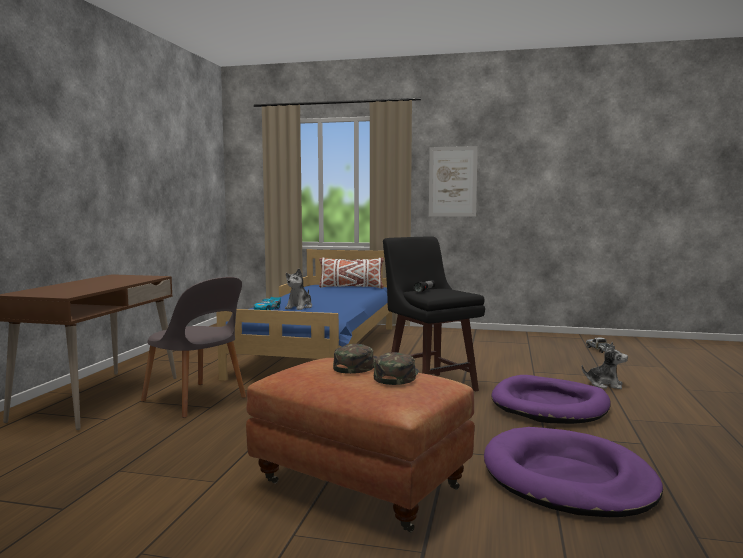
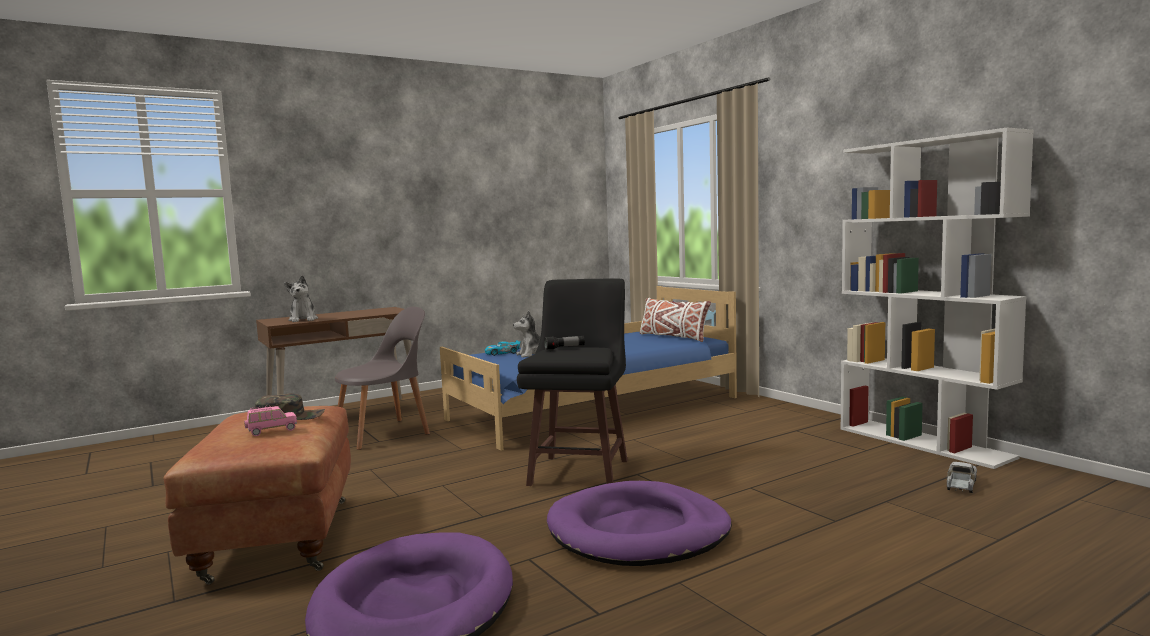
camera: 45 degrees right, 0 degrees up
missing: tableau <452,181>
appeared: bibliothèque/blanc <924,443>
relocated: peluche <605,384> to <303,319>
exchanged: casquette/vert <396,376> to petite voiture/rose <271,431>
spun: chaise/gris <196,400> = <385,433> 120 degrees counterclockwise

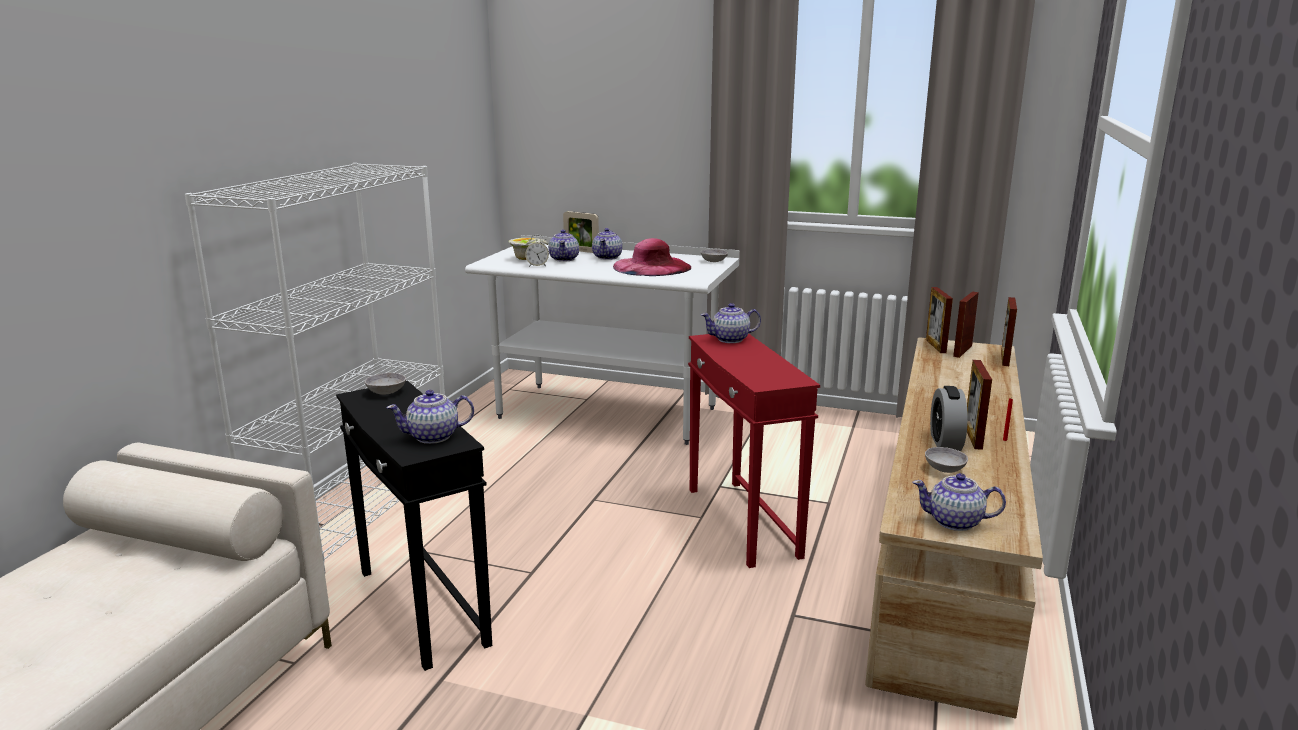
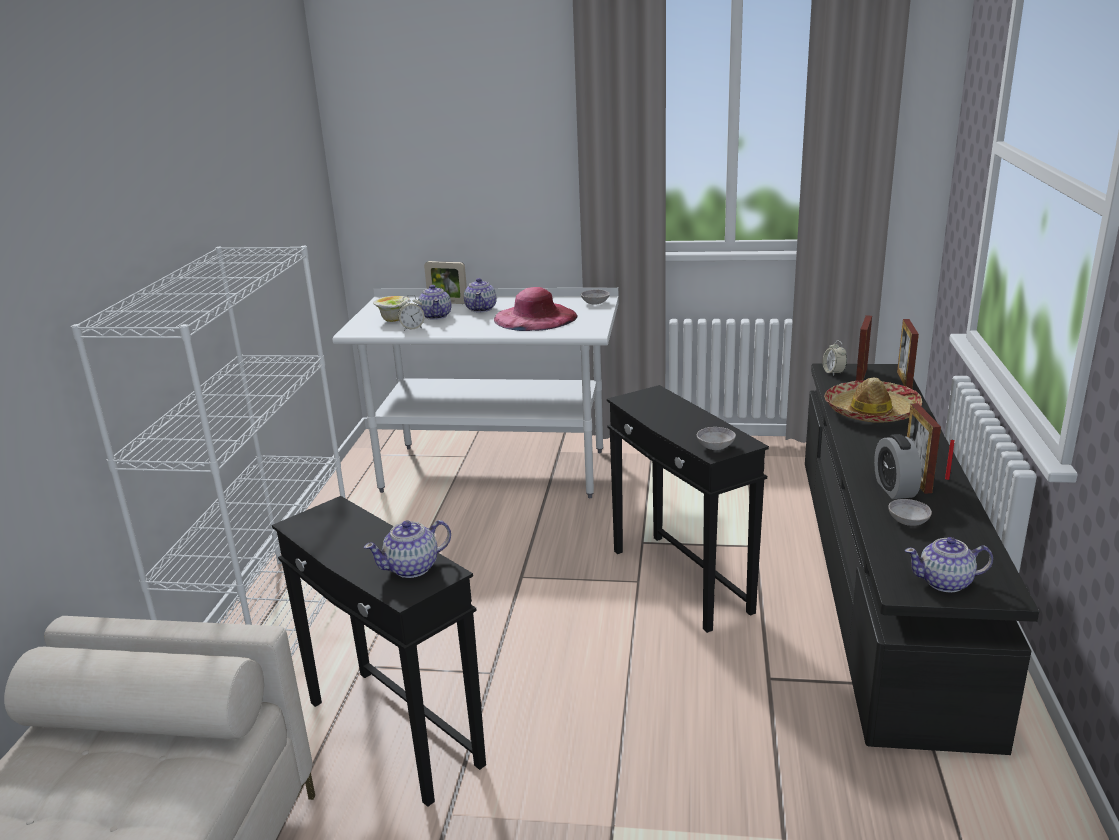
camera: 10 degrees left, 5 degrees up
missing: théière <731,339>
appeared: chapeau <871,412>
relocated: bol/gris <386,392> to <715,447>
exchanged: cadre photo <935,346> to réveil <833,372>
colour: table d'appoint/rouge <742,522> to table d'appoint/noir <680,581>; meuble télé/beige <947,546> to meuble télé/noir <882,578>

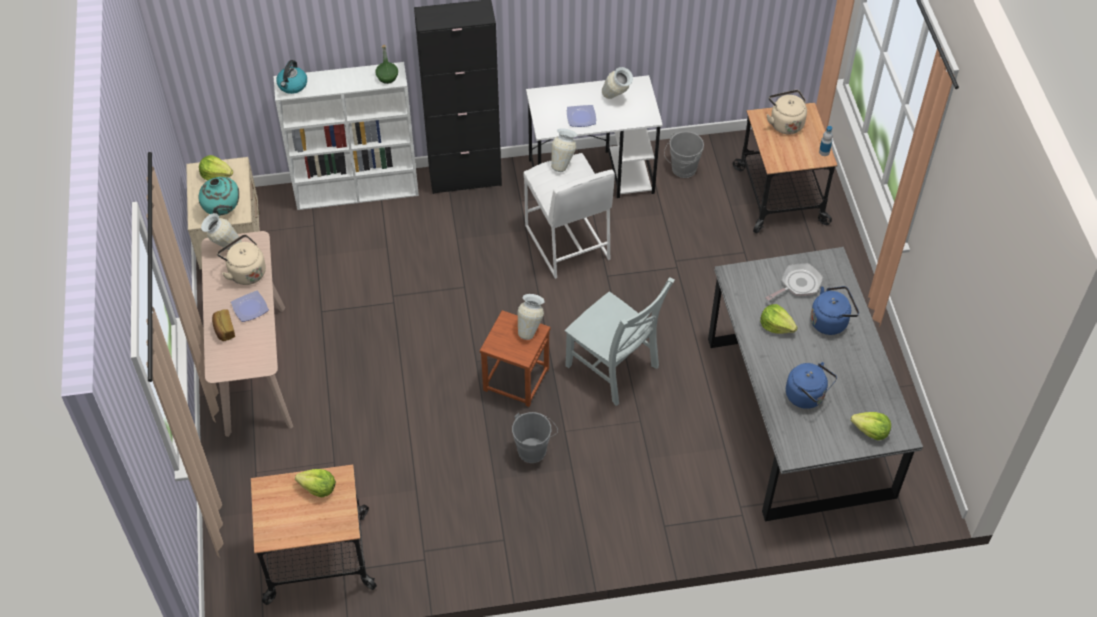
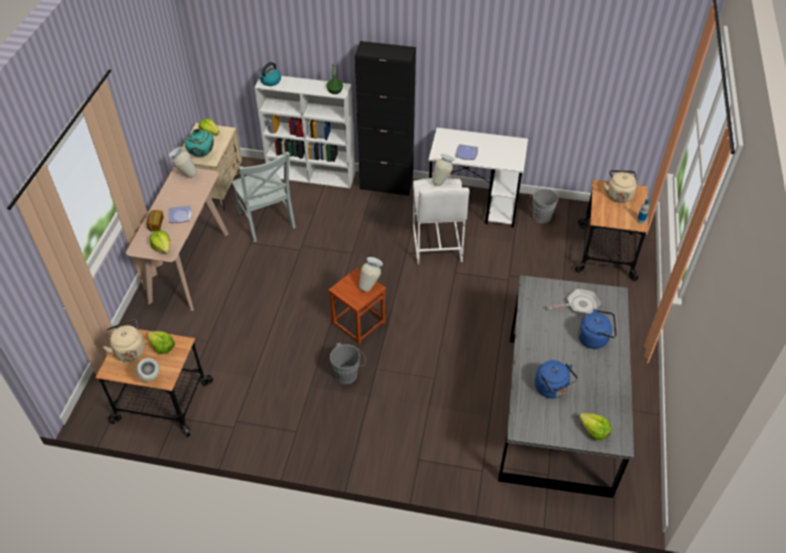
camera: 20 degrees right, 5 degrees down
relocated: bouilloire/beige <245,272> to <129,350>; chaise/gris <614,369> to <267,222>; vase <616,100> to <152,383>; laitue <776,326> to <162,247>

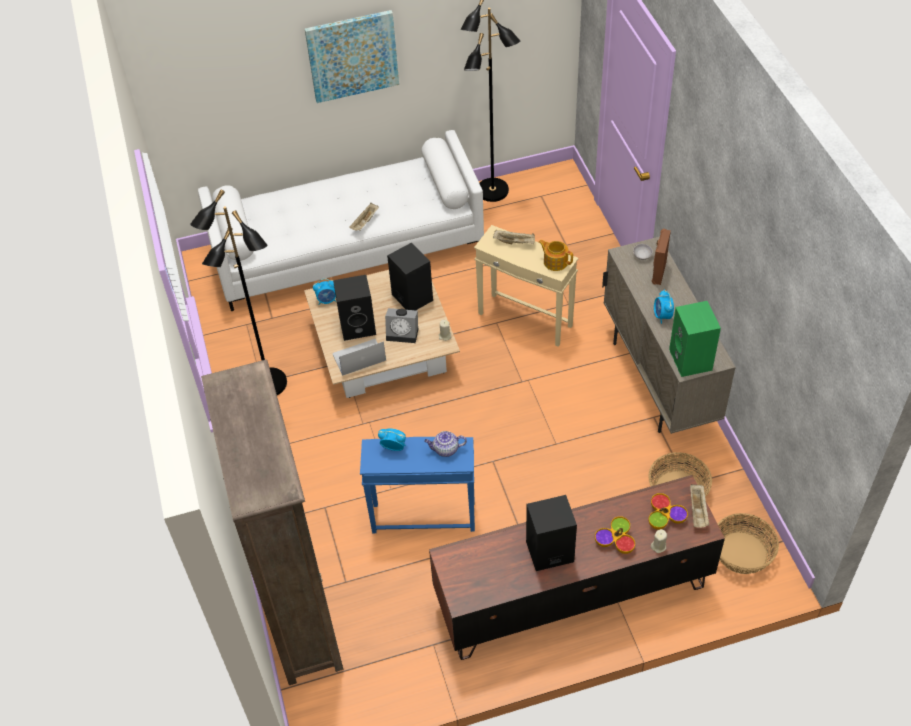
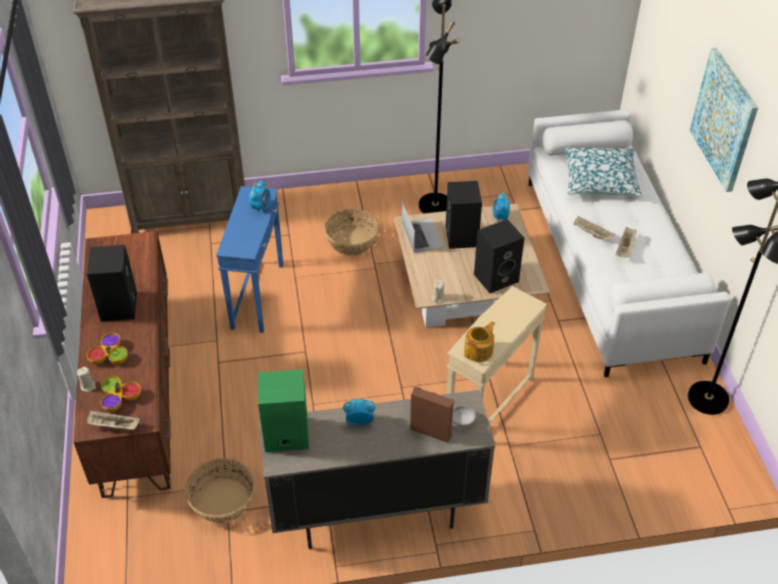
camera: 95 degrees right, 5 degrees down
missing: réveil <403,333>; théière <445,450>
appeared: coussin <599,179>
relocated: plateau/beige <515,242> to <625,249>; panier <741,553> to <351,241>

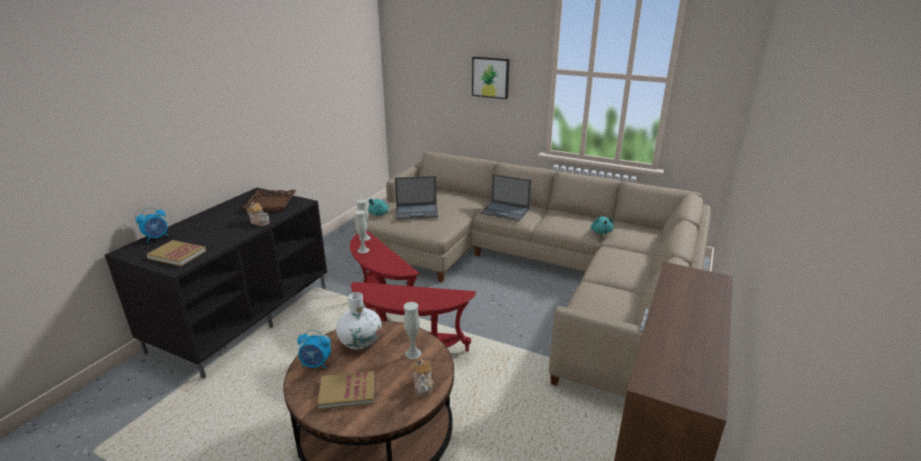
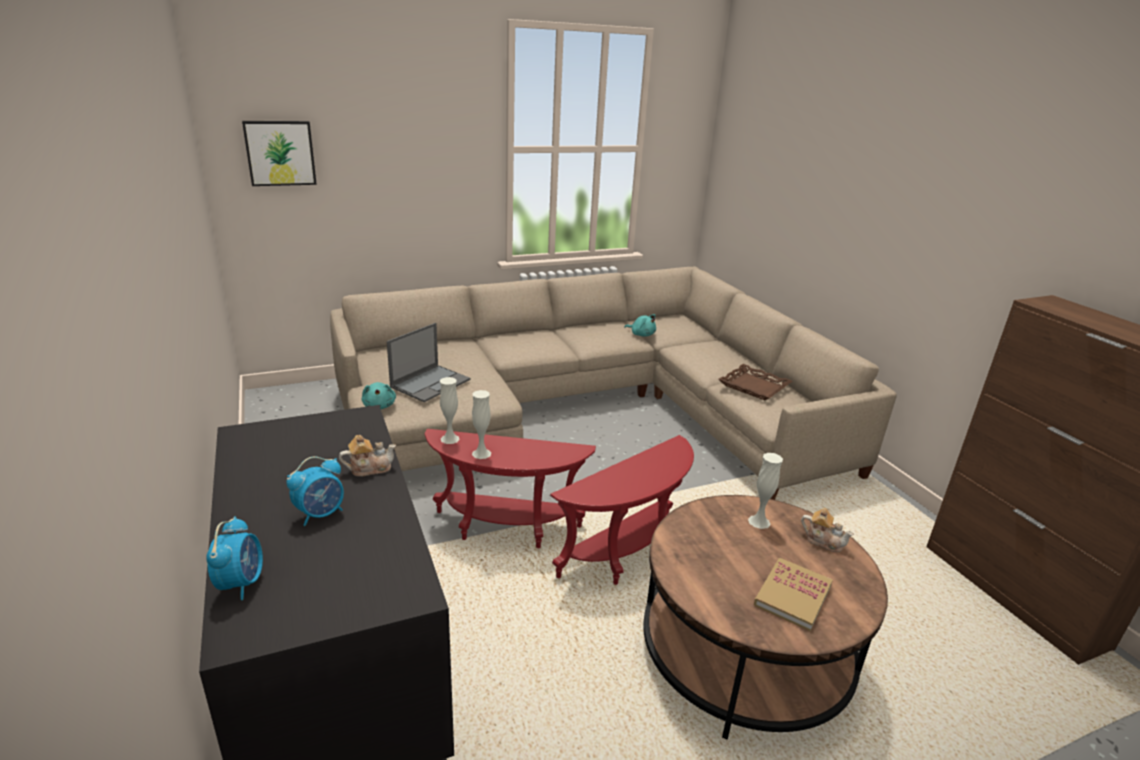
camera: 50 degrees left, 0 degrees up
missing: livre <177,255>; vase/blanc <360,342>; ordinateur portable <505,211>
relocated: plateau/marron <271,204> to <754,386>; réveil <316,364> to <321,514>; tableau <491,77> to <280,153>

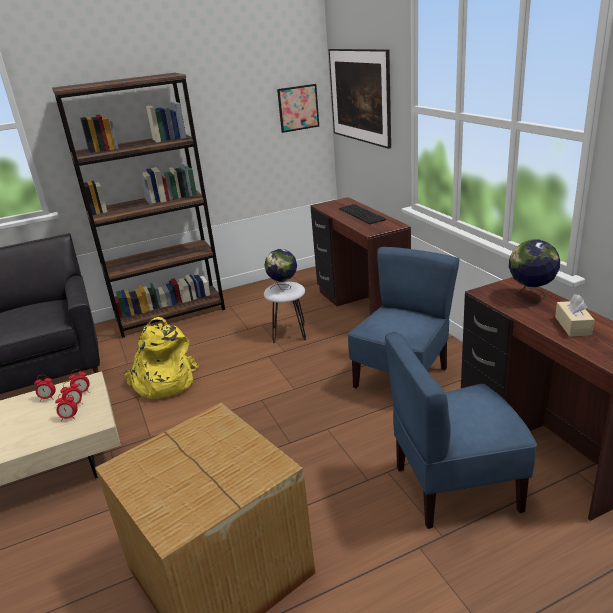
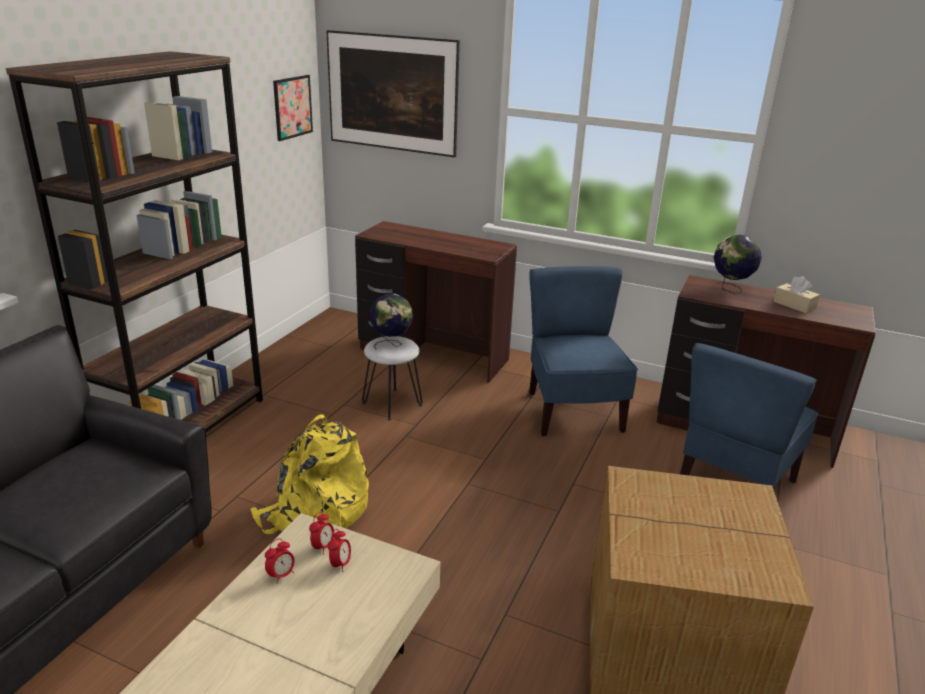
camera: 45 degrees left, 0 degrees up
missing: réveil <69,418>; clavier <362,214>

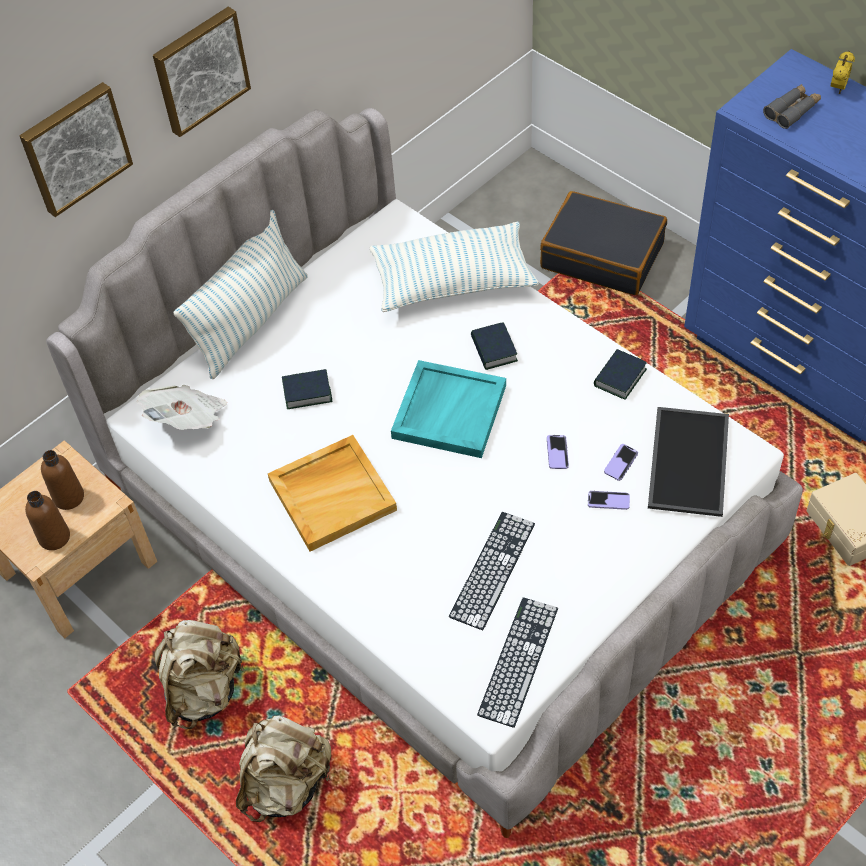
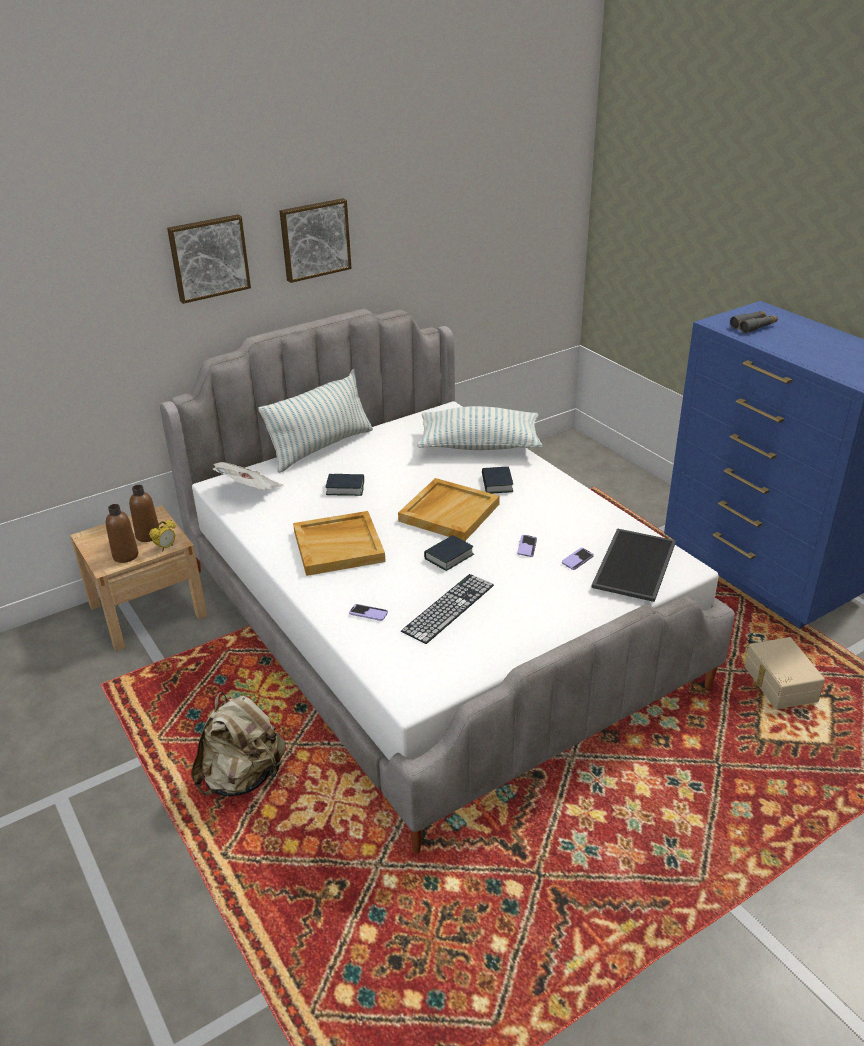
camera: 10 degrees right, 20 degrees down
missing: sac à dos/beige <204,690>; clavier <518,661>; valise/noir <602,255>
relocated: téléphone <608,501> to <368,613>; livre <619,377> to <449,557>; réveil <838,88> to <166,547>
colour: plateau/turquoise <448,411> to plateau/beige <449,512>

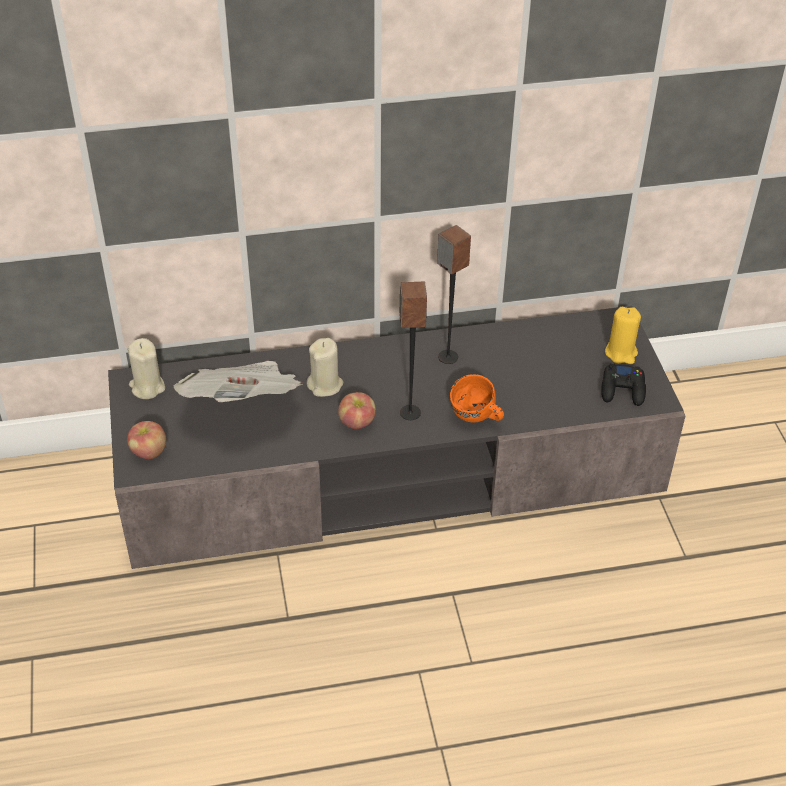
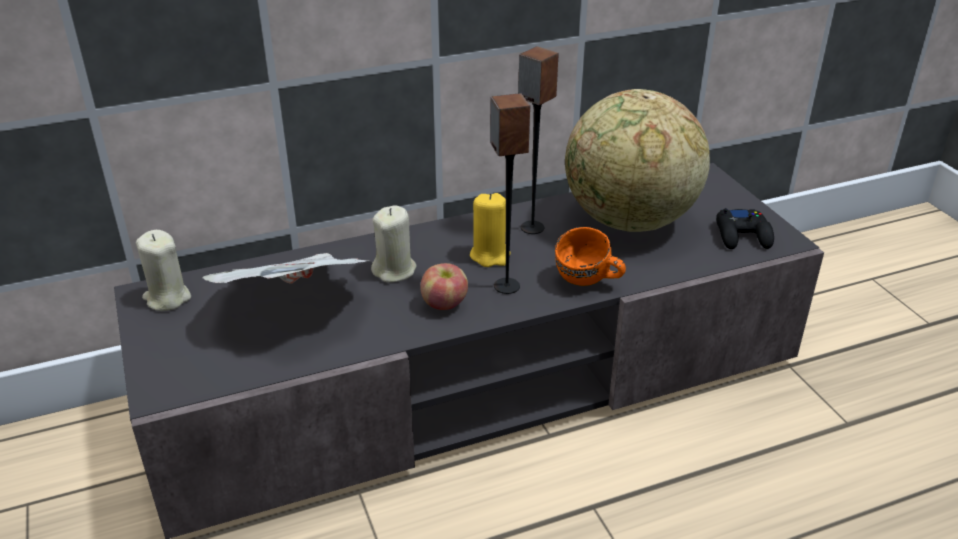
camera: 10 degrees left, 10 degrees down
missing: pomme <149,452>
appeared: globe <629,221>
relocated: bougie/jaune <621,353> to <490,255>

